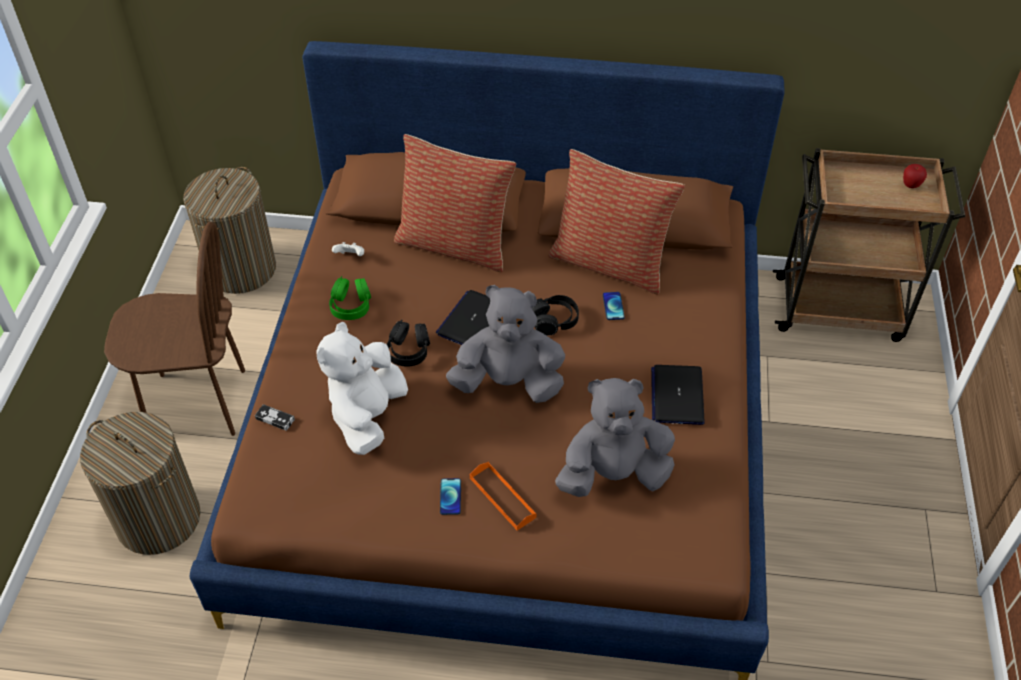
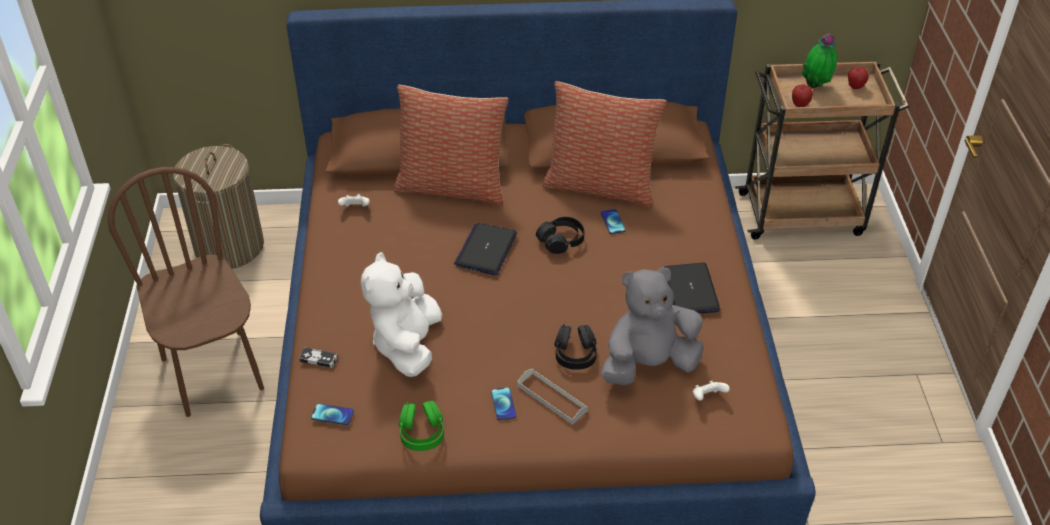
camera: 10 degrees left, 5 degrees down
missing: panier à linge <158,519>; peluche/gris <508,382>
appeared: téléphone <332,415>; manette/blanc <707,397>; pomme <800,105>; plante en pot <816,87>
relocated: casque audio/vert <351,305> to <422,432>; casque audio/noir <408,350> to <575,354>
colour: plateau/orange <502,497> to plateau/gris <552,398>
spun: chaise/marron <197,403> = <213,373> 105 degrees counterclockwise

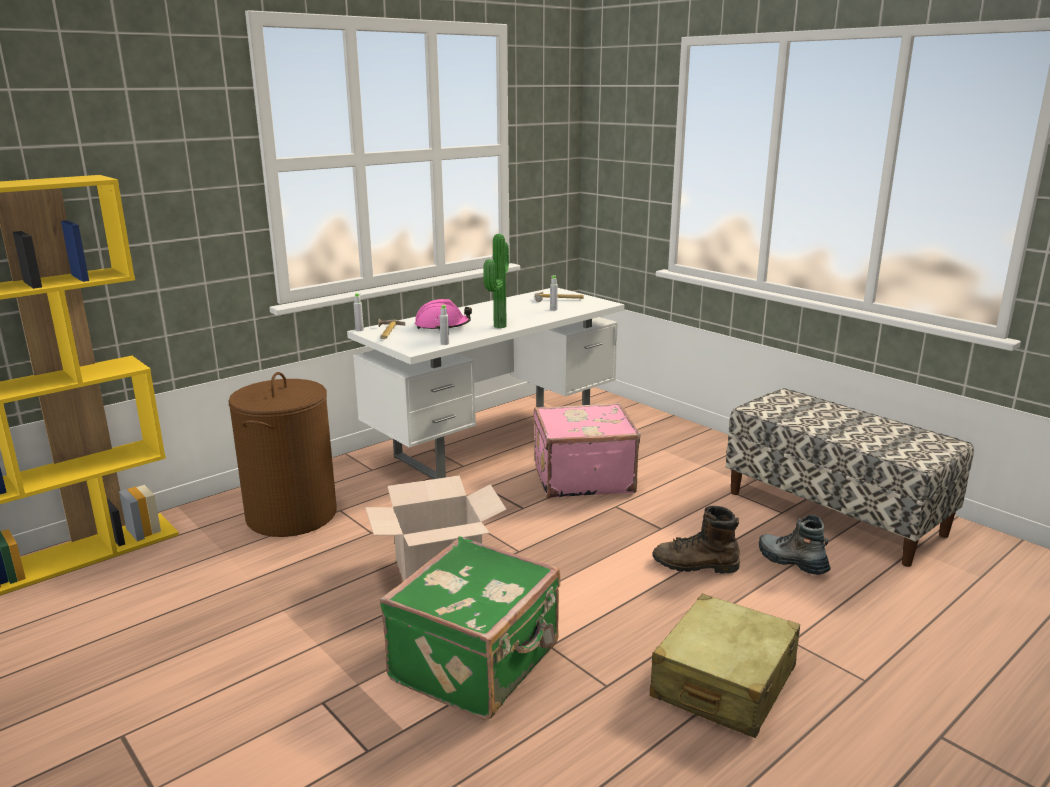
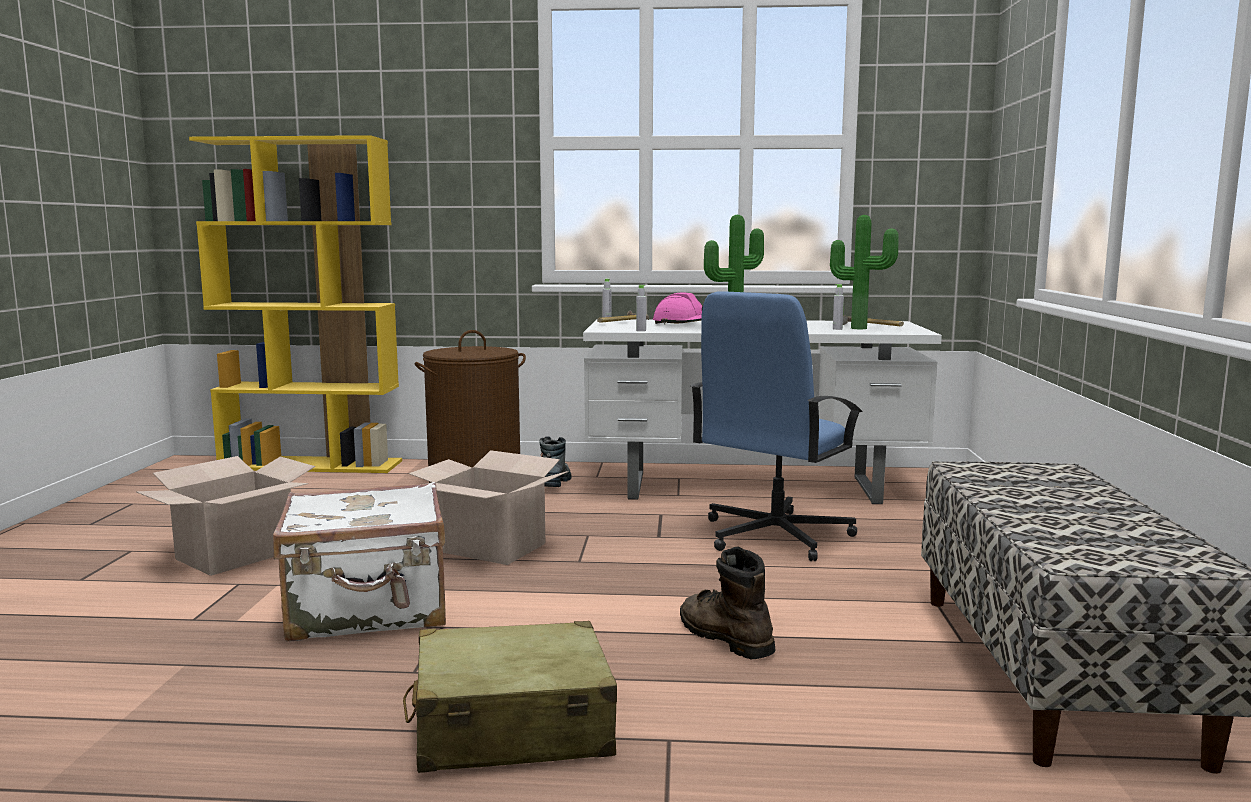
camera: 45 degrees right, 10 degrees down
appeared: carton <235,555>; plante en pot <859,328>
relocated: botte <791,562> to <554,483>
exchanged: valise/rose <582,478> to chaise de bureau/bleu <774,536>
colour: valise/vert <478,663> to valise/blanc <369,610>

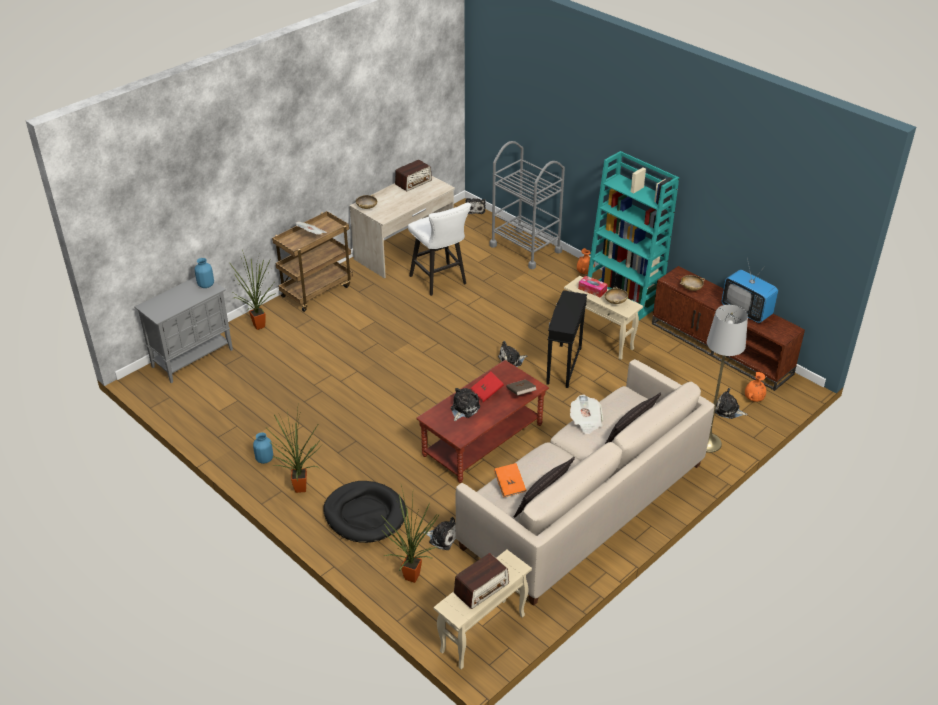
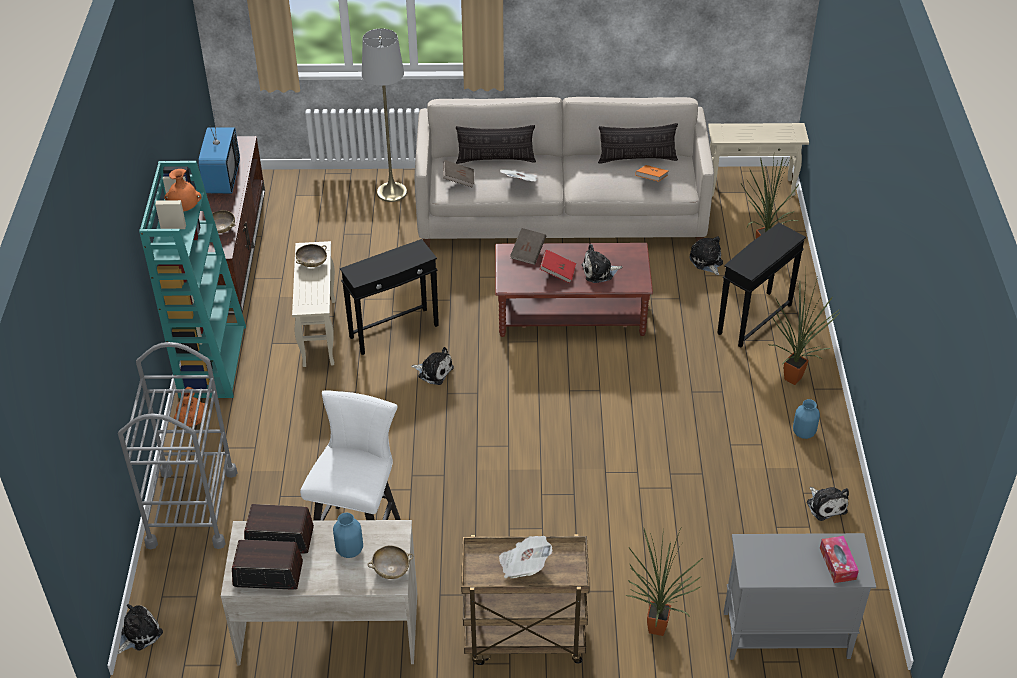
camera: 135 degrees left, 5 degrees up
appeared: livre/marron <458,180>
relocated: vase/bleu <206,285> to <349,549>; radio <481,588> to <279,538>; boîte à mouchoirs <592,290> to <837,563>; peluche <728,410> to <825,505>; vase/orange <753,398> to <185,208>
exchanged: panier pour chien/noir <365,514> to table d'appoint/noir <754,319>

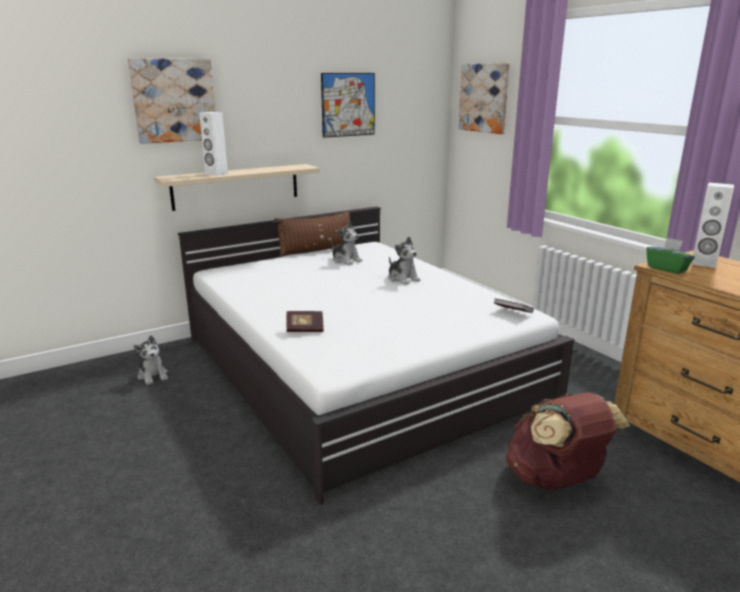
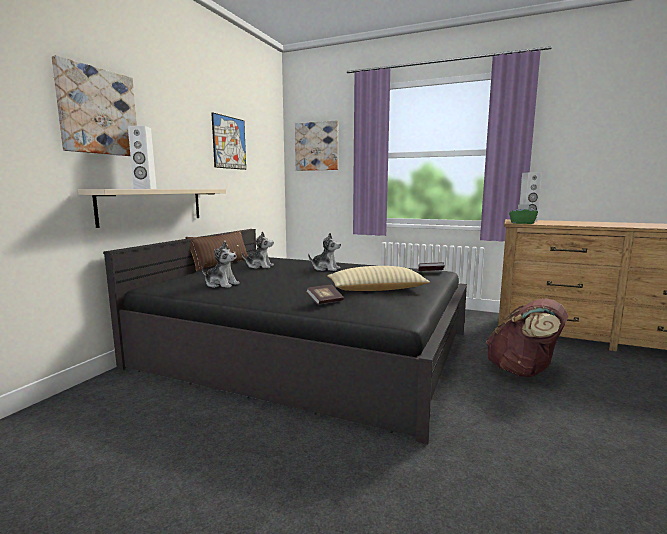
camera: 35 degrees left, 10 degrees down
appeared: coussin/beige <376,289>
relocated: peluche <153,375> to <221,284>
colour: lit/blanc <356,367> to lit/noir <307,349>

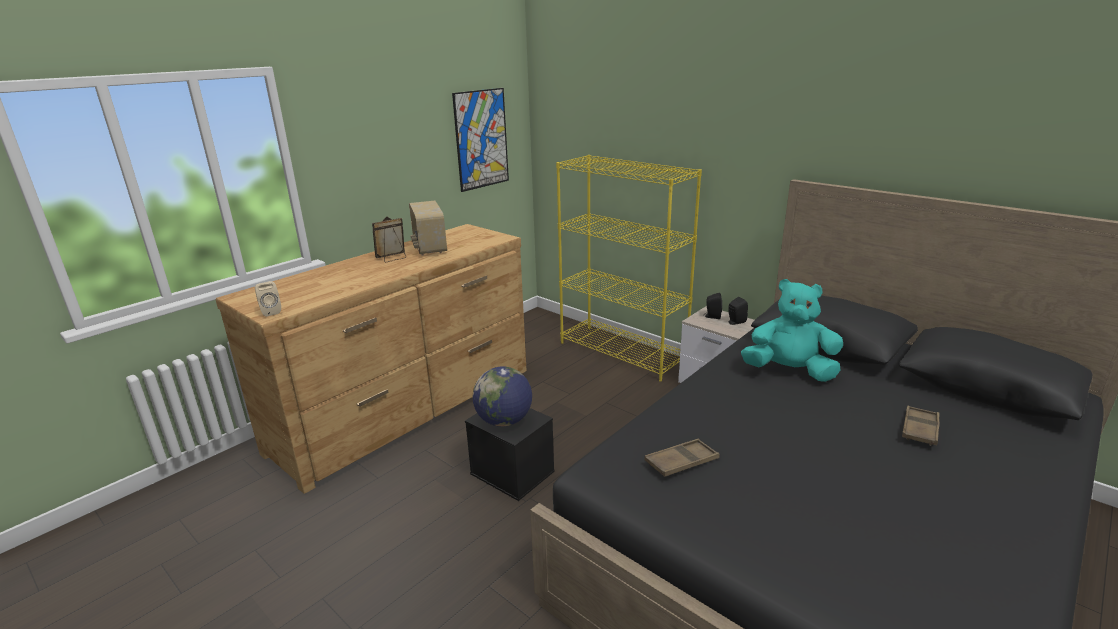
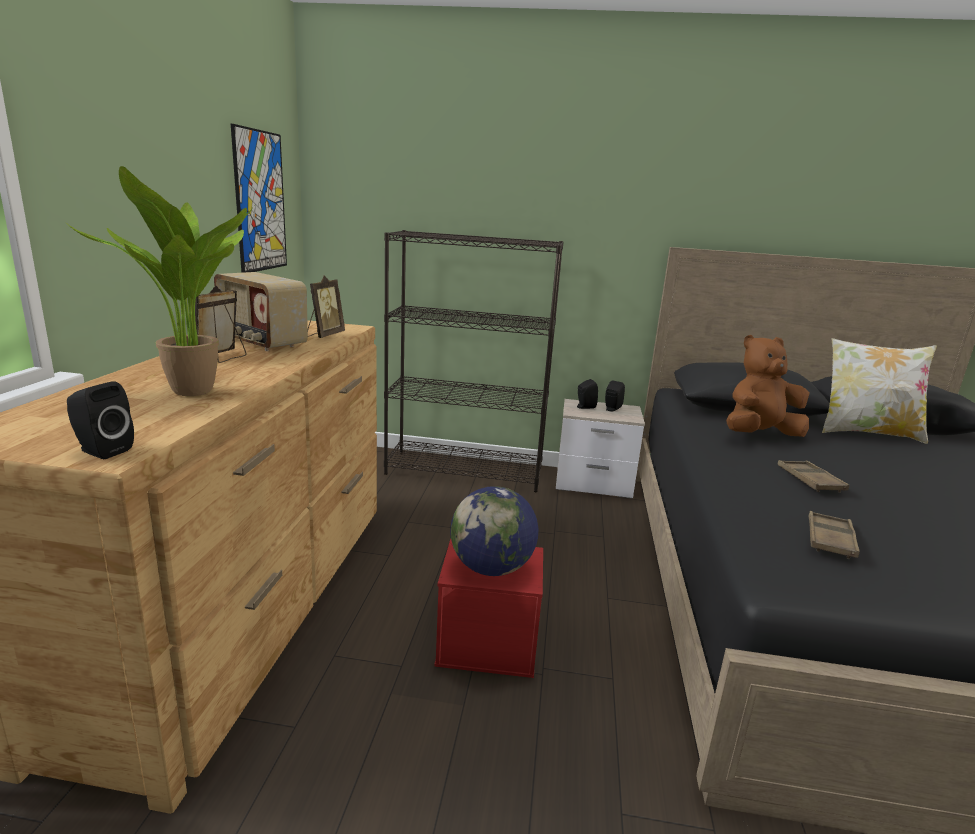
camera: 35 degrees left, 5 degrees down
appeared: plante en pot <199,393>; cadre photo <324,335>; coussin <867,433>
relocated: plateau/marron <919,429> to <809,480>
colour: enceinte/beige <270,311> to enceinte/noir <101,450>; boîte de rangement/noir <513,472> to boîte de rangement/rouge <489,643>; bibliothèque/jaune <622,352> to bibliothèque/noir <465,471>; peluche/turquoise <789,371> to peluche/marron <759,435>

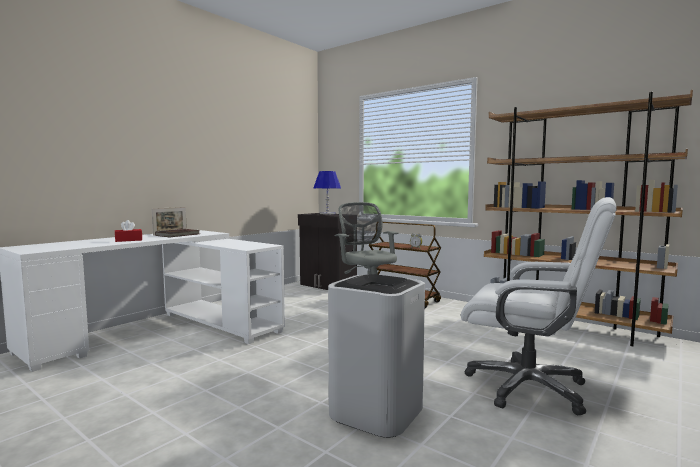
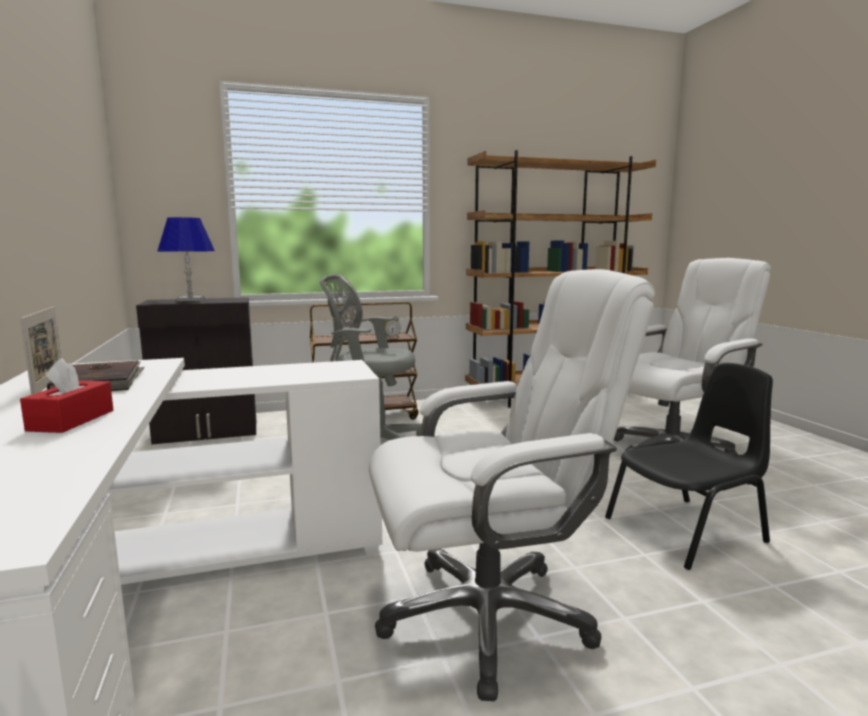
camera: 55 degrees left, 5 degrees up
appeared: chaise de bureau/blanc <489,617>
exchanged: poubelle/blanc <376,411> to chaise/noir <688,530>

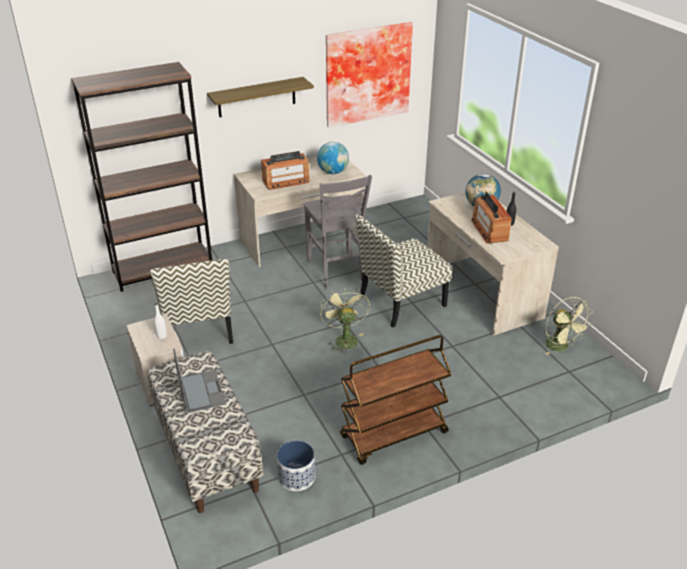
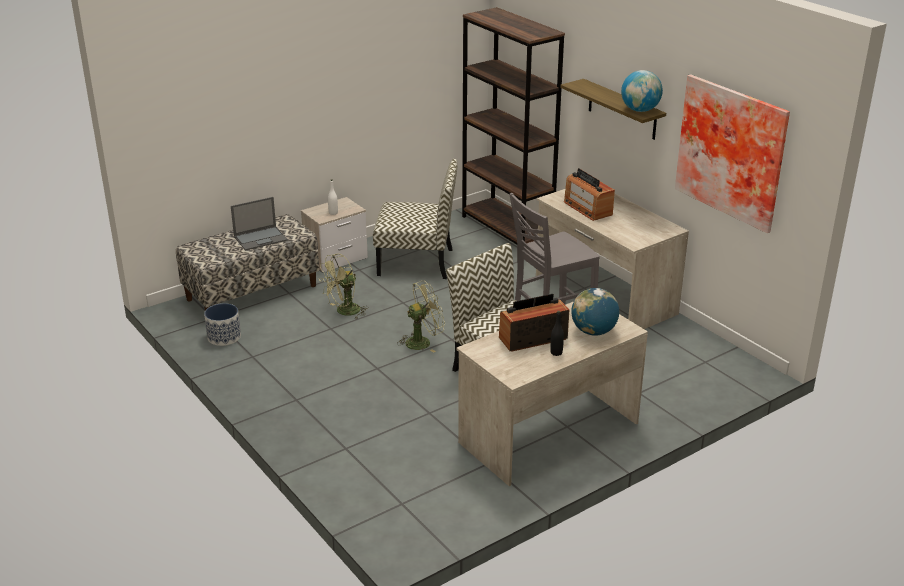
camera: 80 degrees right, 5 degrees down
missing: chariot/marron <393,435>
relocated: globe <333,172> to <640,110>; ventilateur/vert <561,347> to <344,312>
spun: chaise <198,328> = <417,262> 150 degrees counterclockwise

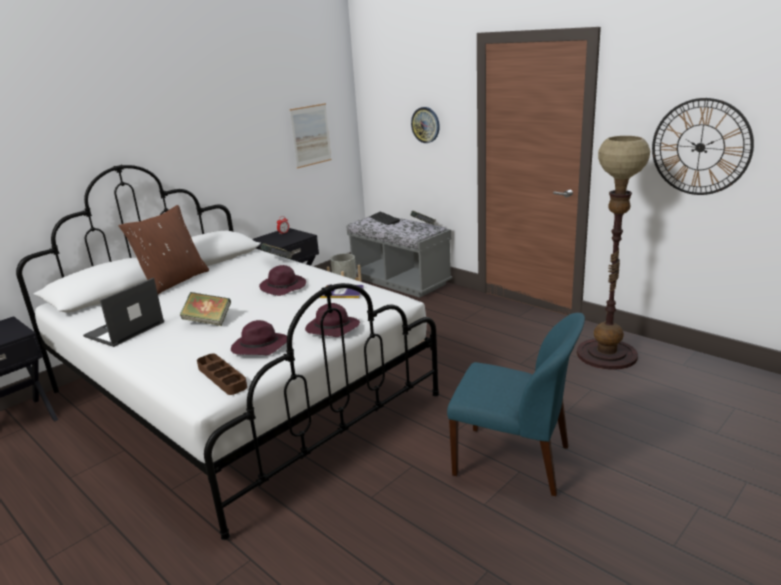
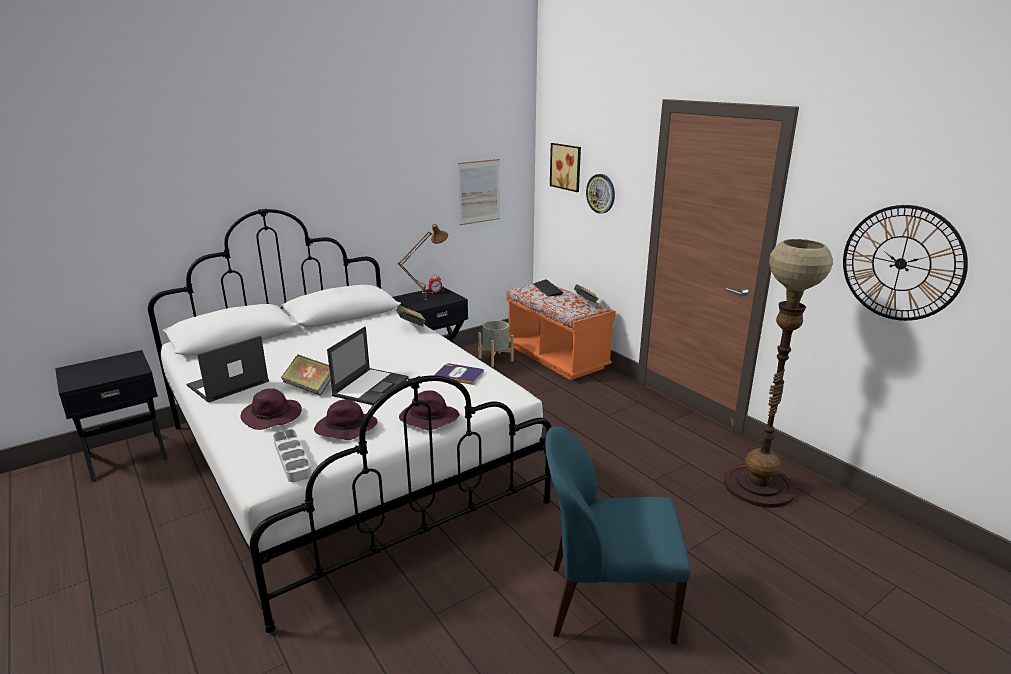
camera: 10 degrees right, 0 degrees up
missing: coussin/marron <173,282>
appeared: ordinateur portable <371,386>; lampe de table/marron <425,299>; tableau <567,167>
relocated: chapeau/violet <284,287> to <273,416>
colour: plateau/marron <222,377> to plateau/gris <292,459>; banc/gris <400,281> to banc/orange <556,358>
spun: chaise/bleu <514,461> = <606,602> 150 degrees clockwise

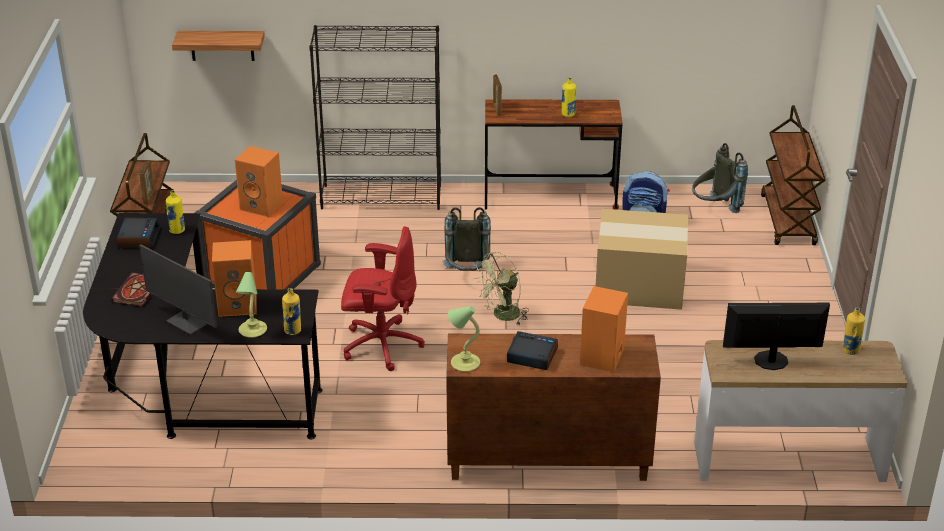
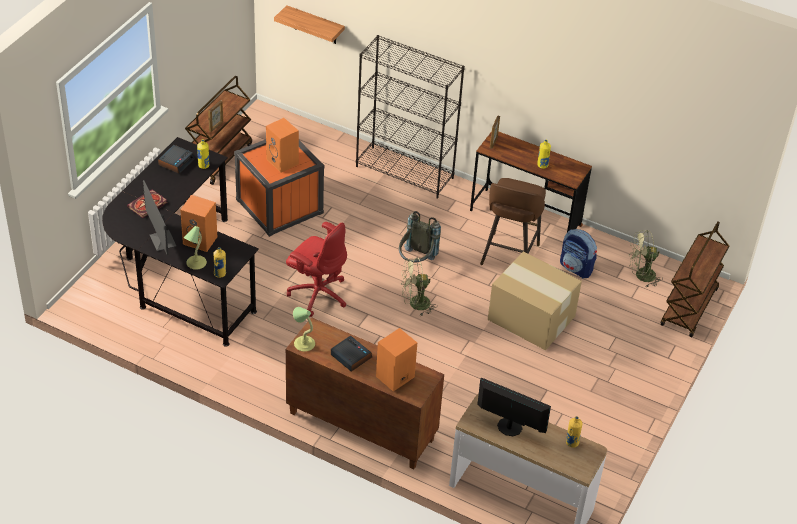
camera: 25 degrees right, 10 degrees up
appeared: tabouret/marron <509,256>
exchanged: sac à dos/gris <714,209> to ventilateur/vert <641,276>

